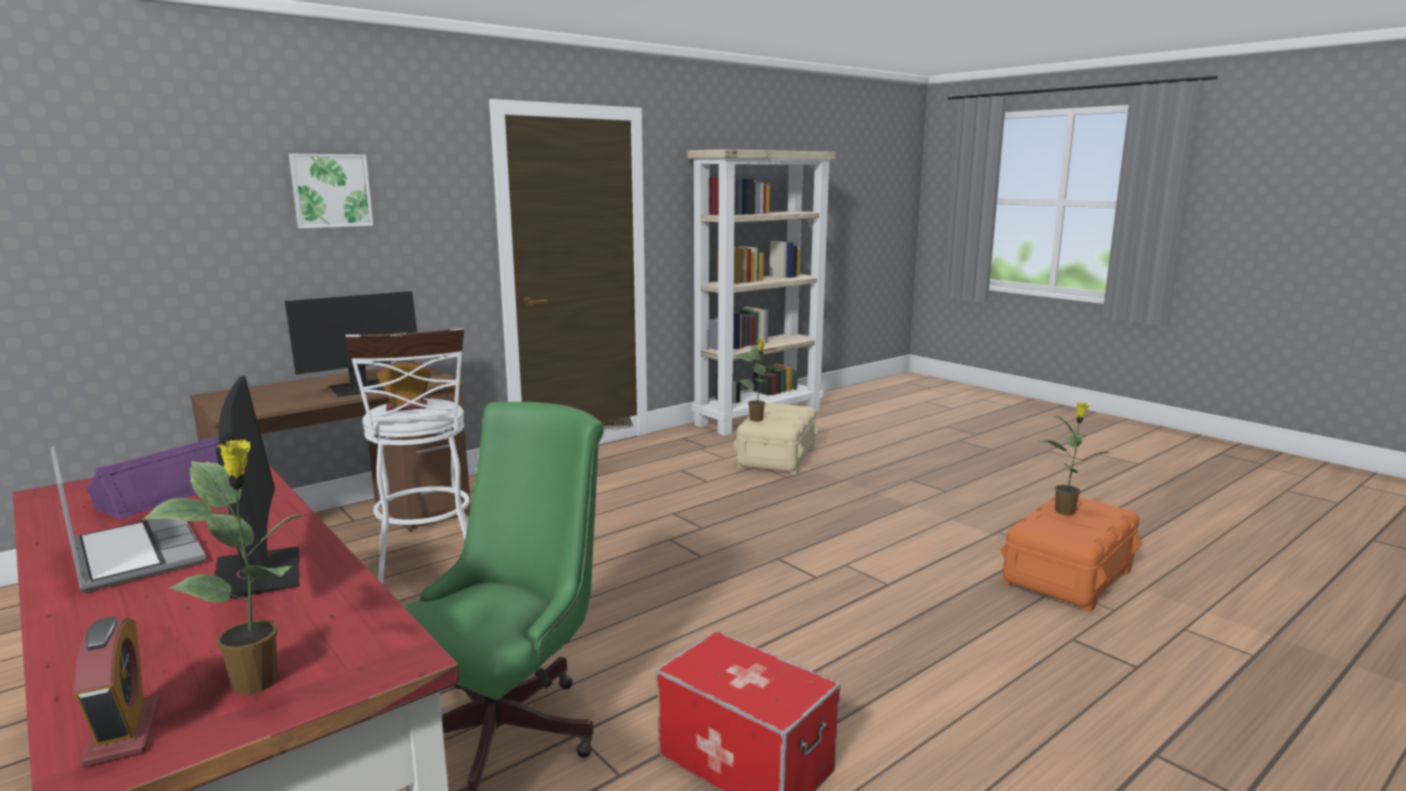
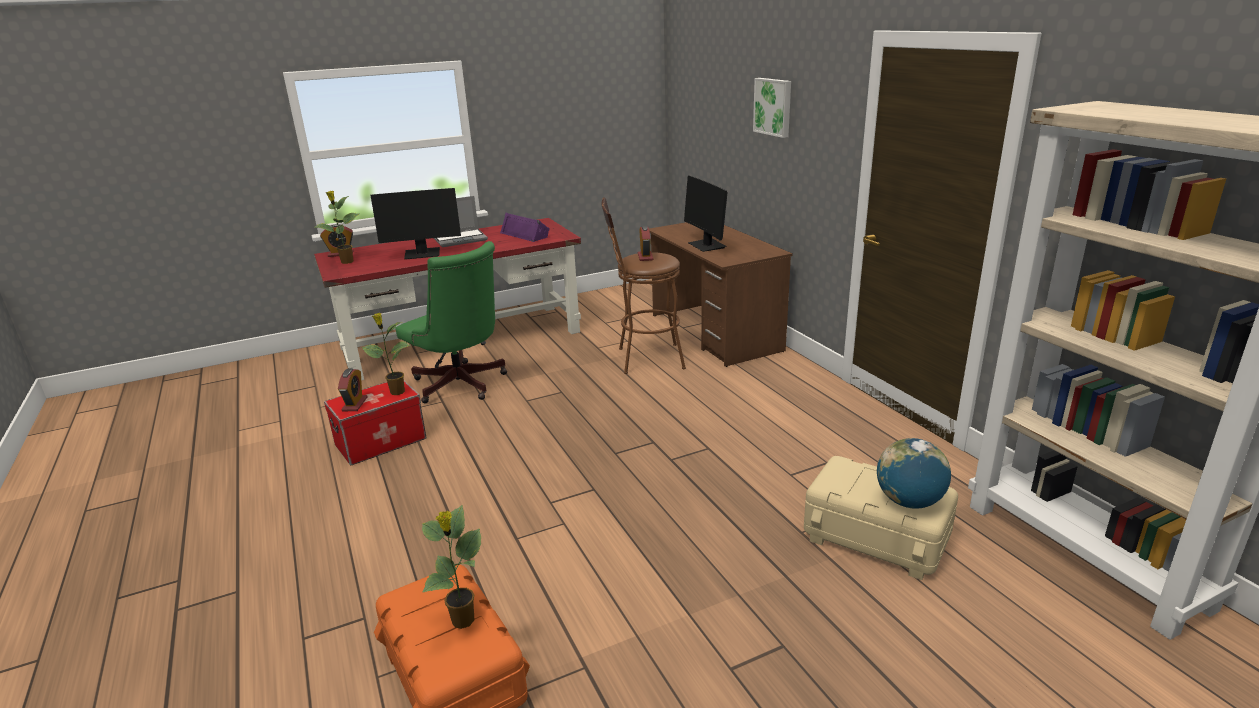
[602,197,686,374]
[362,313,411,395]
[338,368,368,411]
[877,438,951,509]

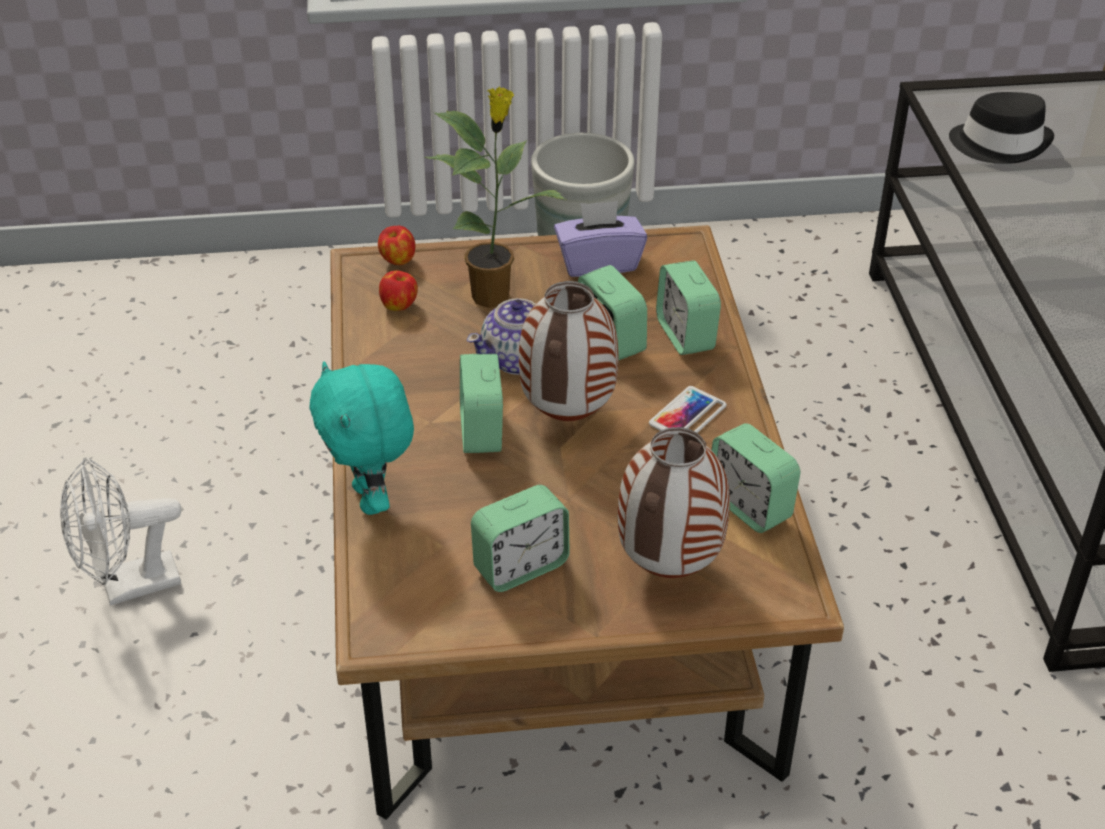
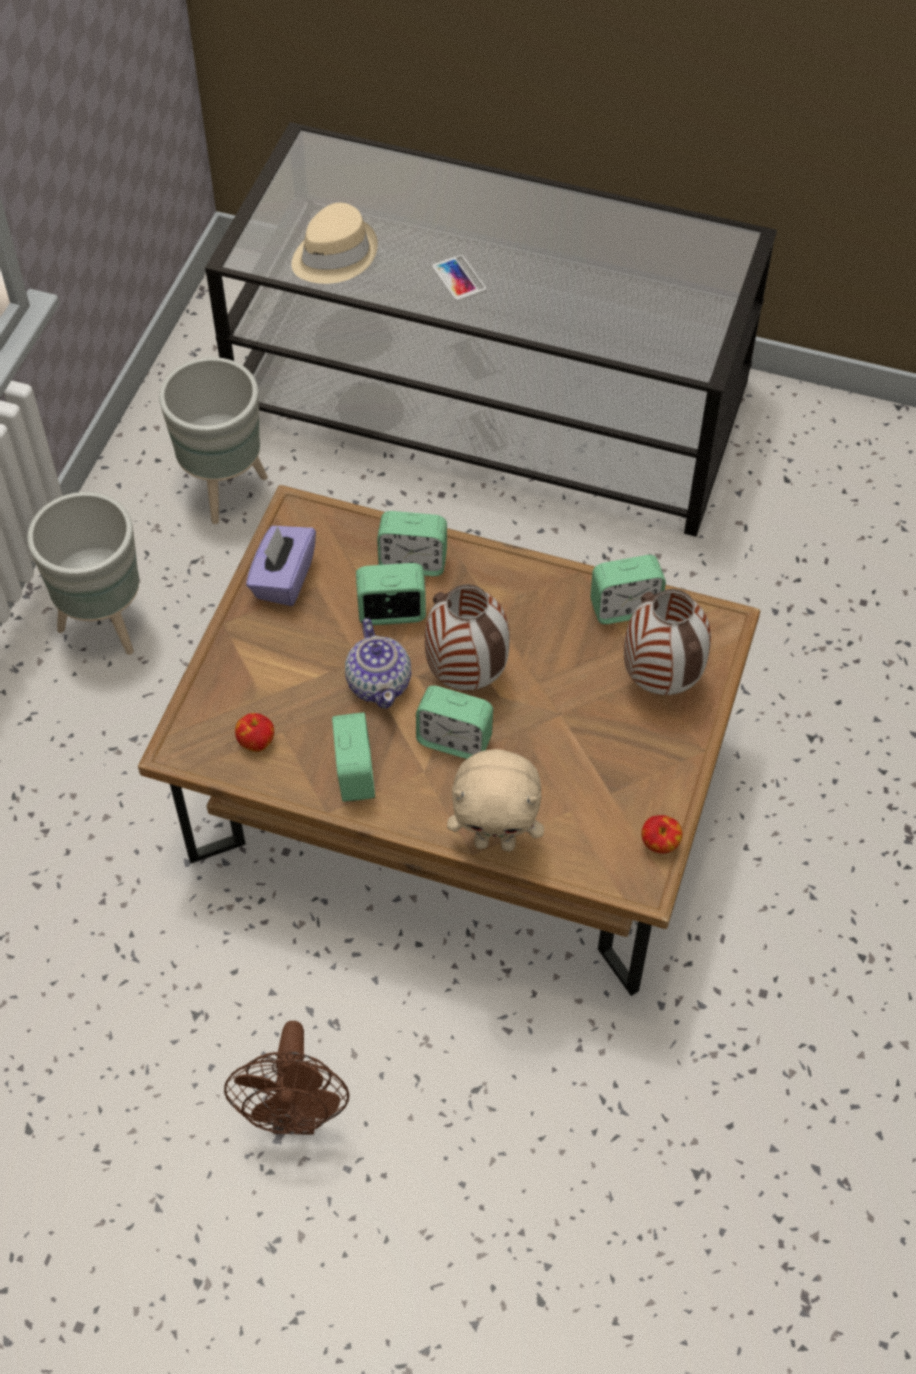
[424,87,567,308] (first image)
[292,203,378,284]
[641,815,683,853]
[447,749,544,852]
[432,255,486,301]
[224,1021,349,1135]
[332,712,375,802]
[159,357,268,524]

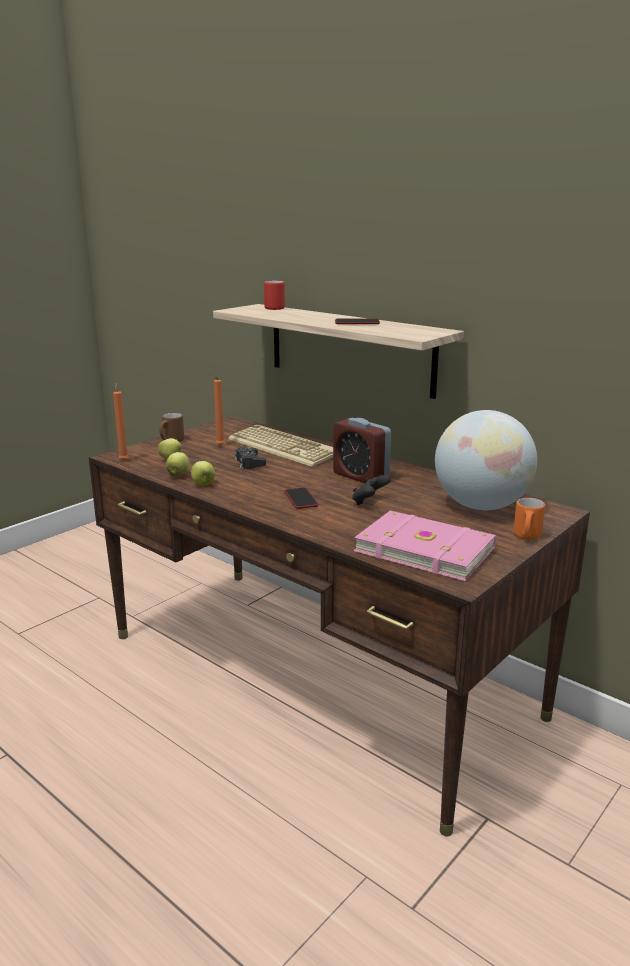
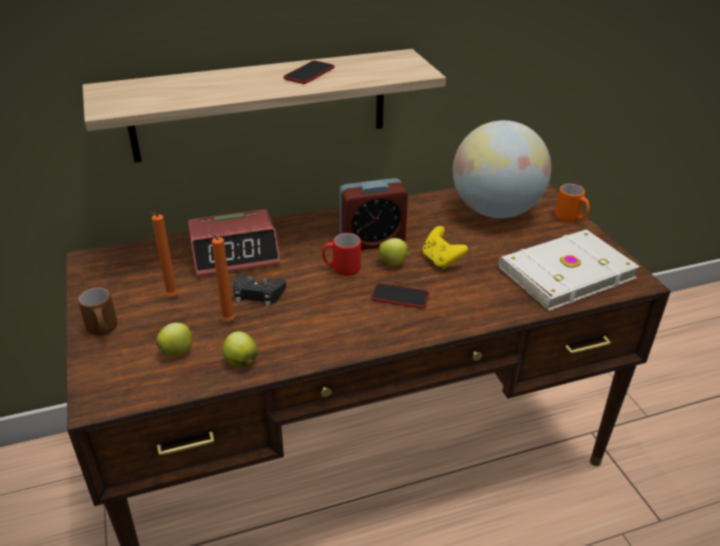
[322,233,361,276]
[205,228,235,321]
[188,209,280,277]
[379,238,411,266]
[423,226,468,270]
[499,229,640,311]

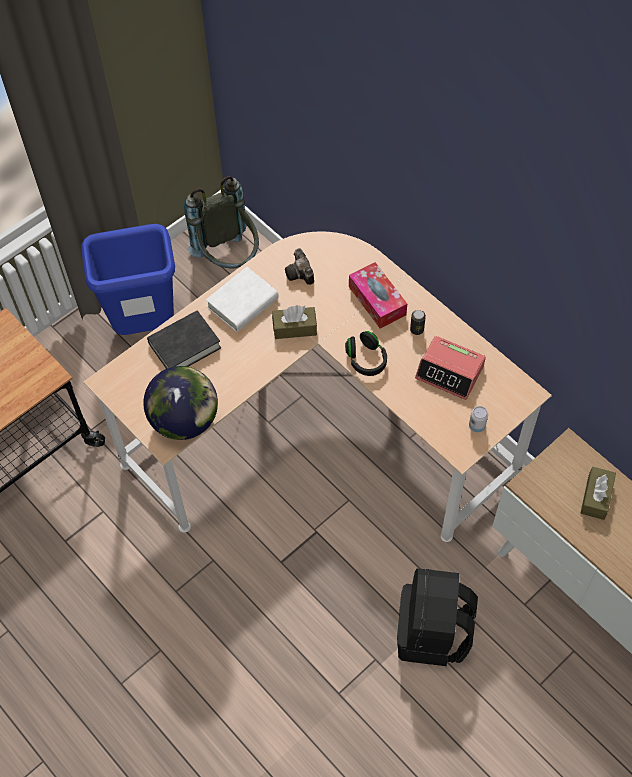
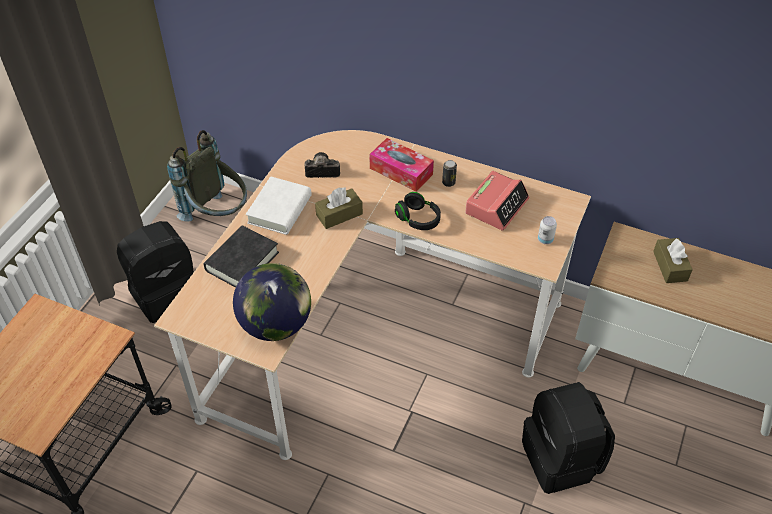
[117,221,194,323]
[305,152,340,178]
[465,171,529,231]

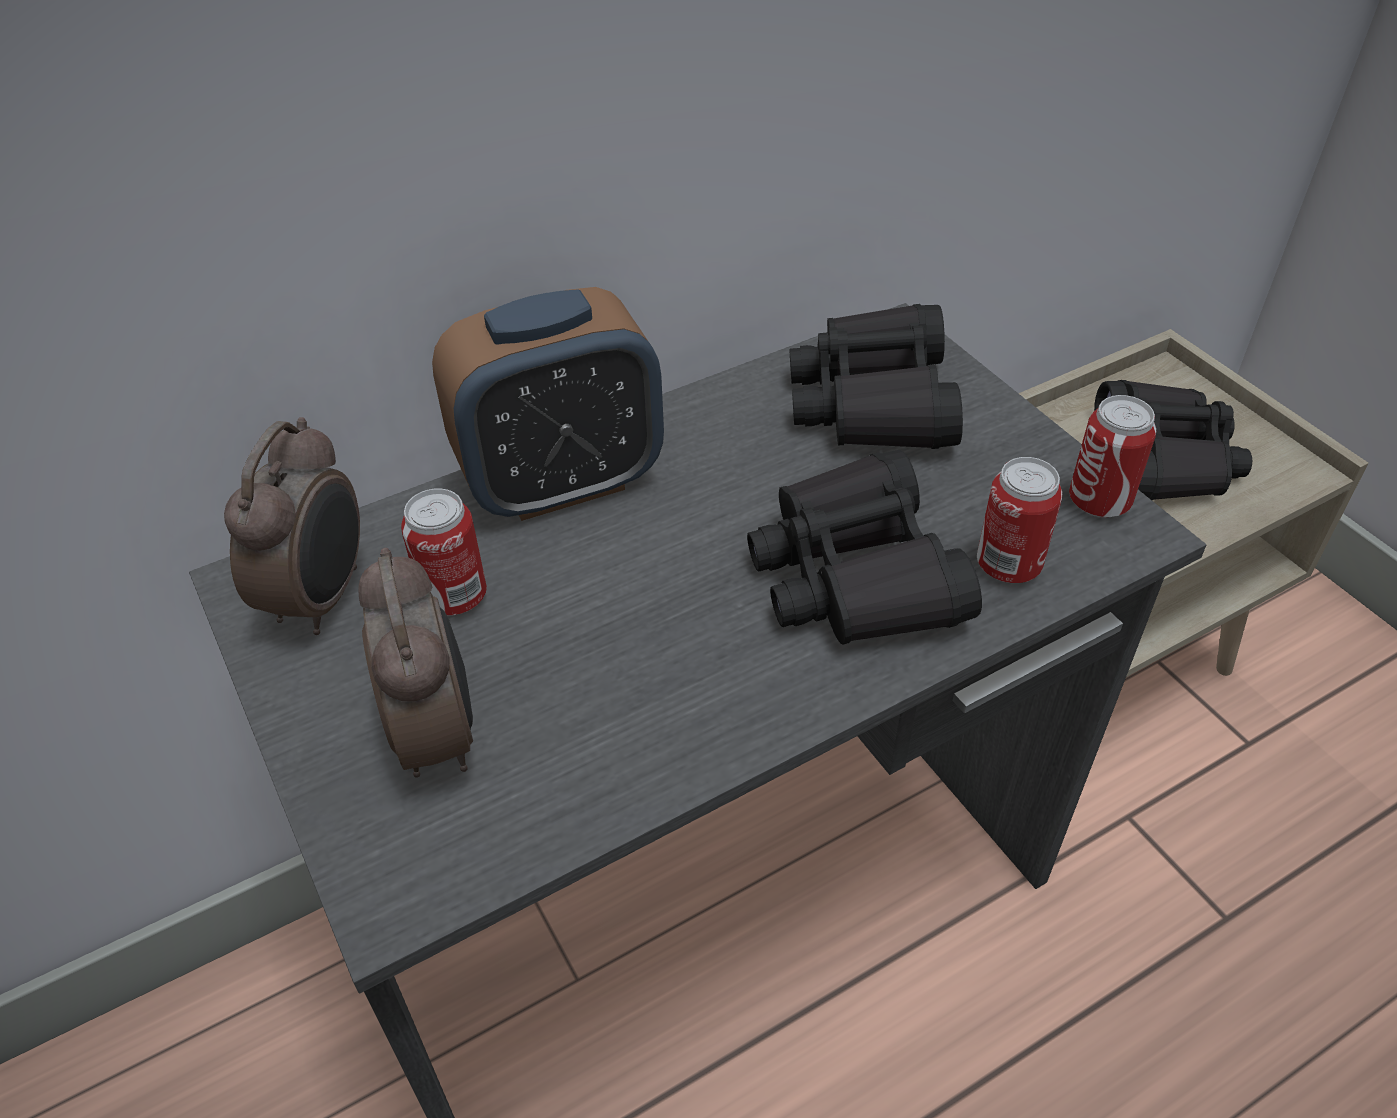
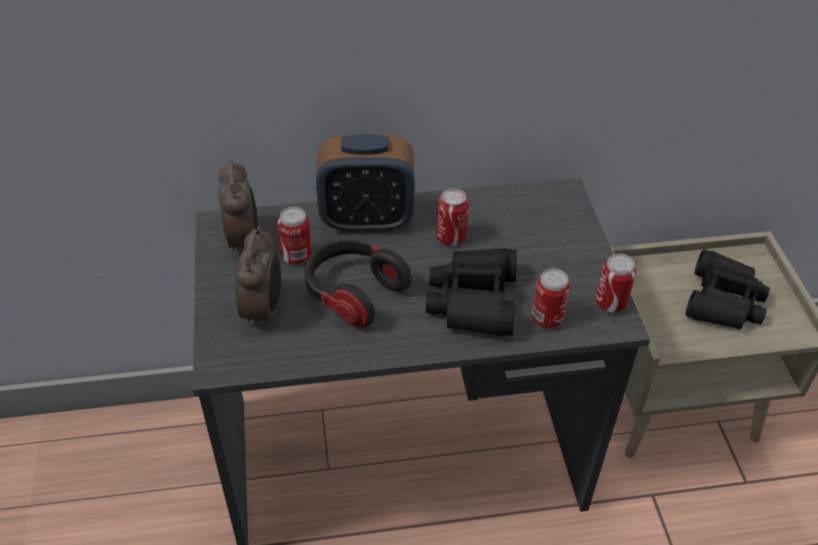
[789,304,963,449] (first image)
[219,159,258,253]
[436,188,469,246]
[305,239,412,327]

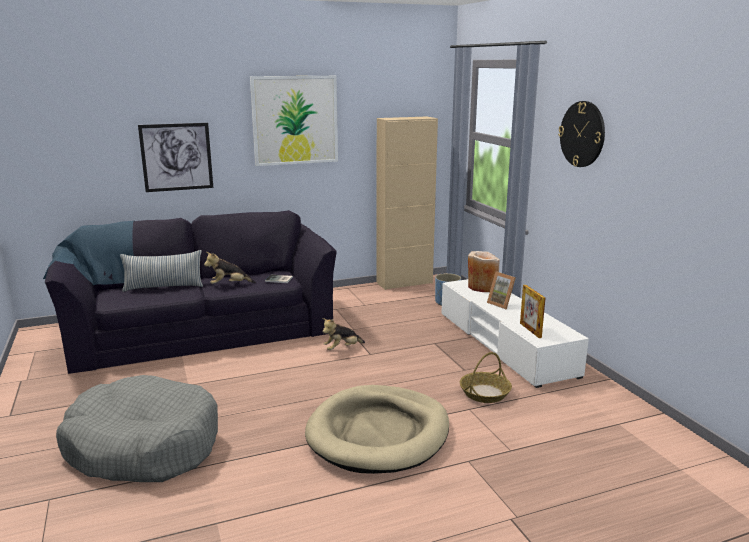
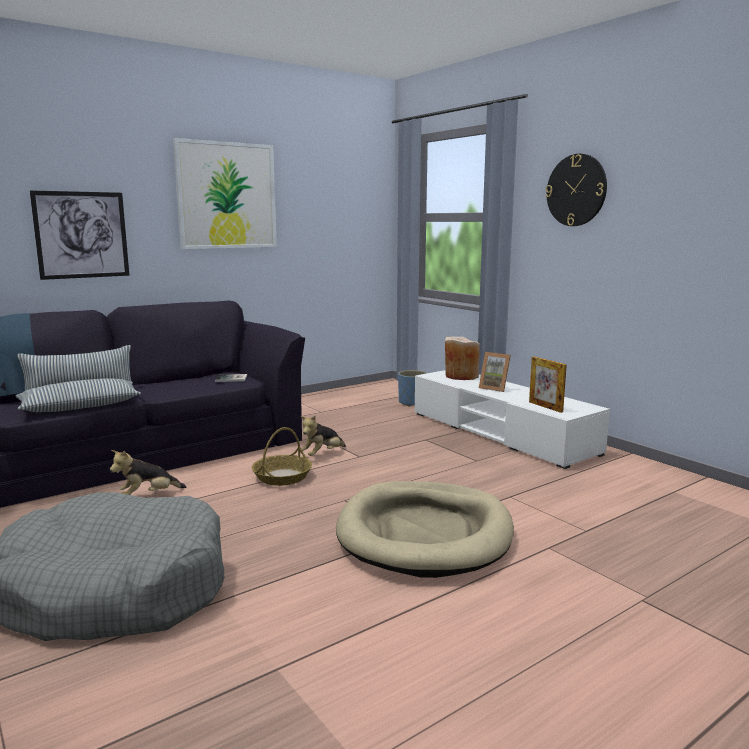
[376,116,438,290] (first image)
[110,450,186,495]
[252,427,312,486]
[16,378,141,412]

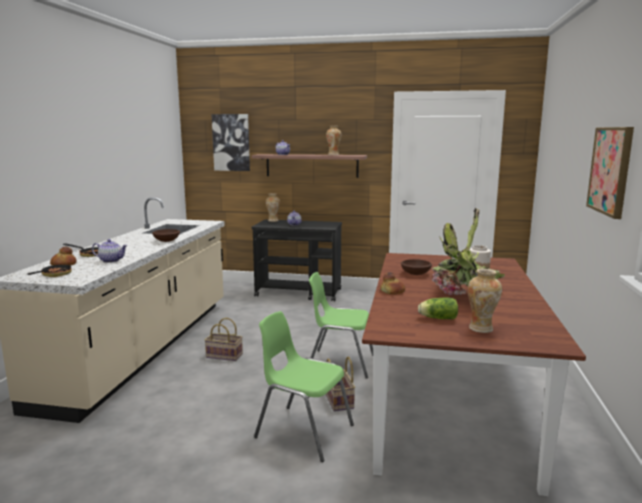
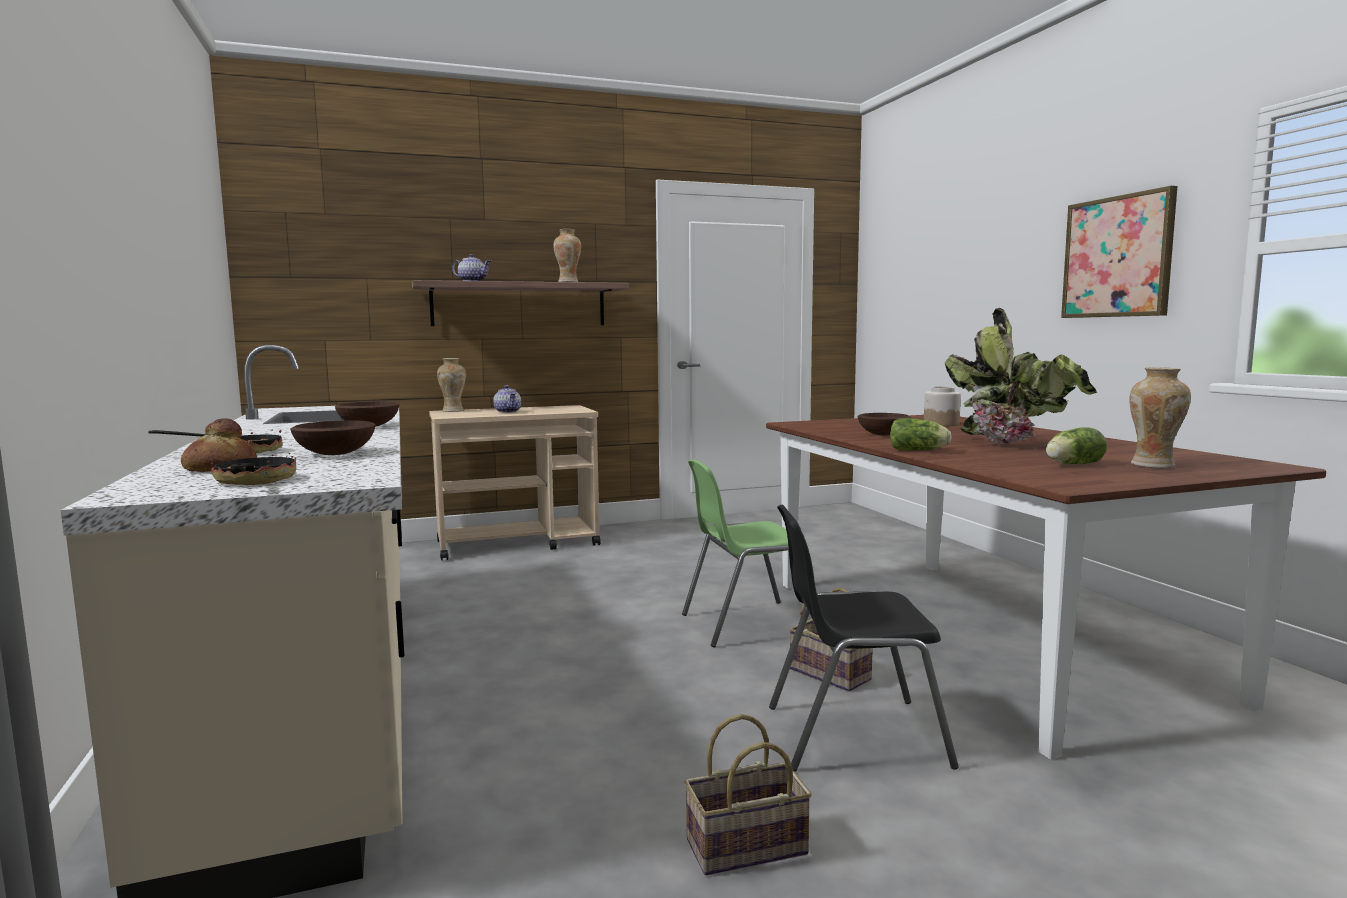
[212,114,250,171] (first image)
[429,405,601,561]
[290,420,376,455]
[890,418,952,451]
[769,505,959,772]
[684,714,812,876]

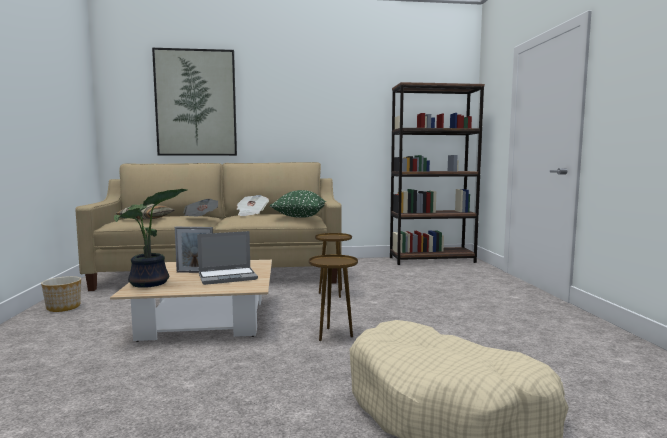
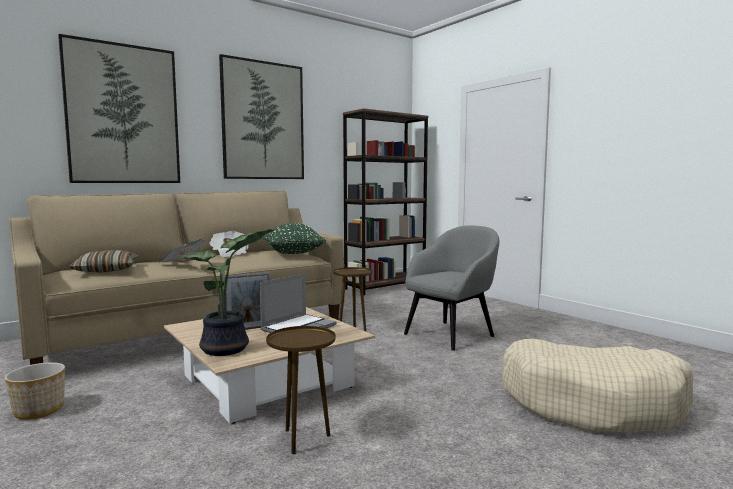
[266,326,336,454]
[219,54,304,179]
[404,225,499,351]

